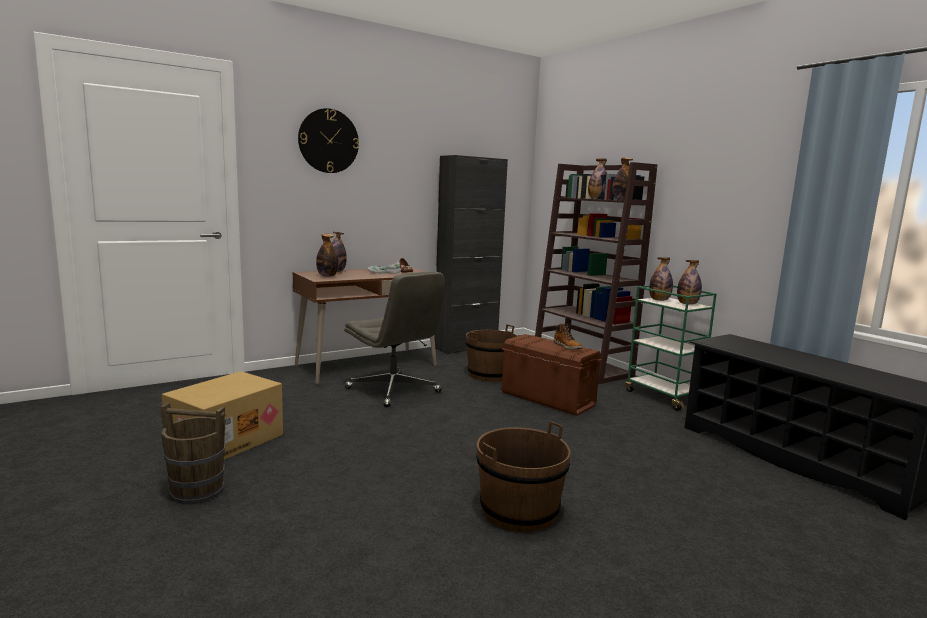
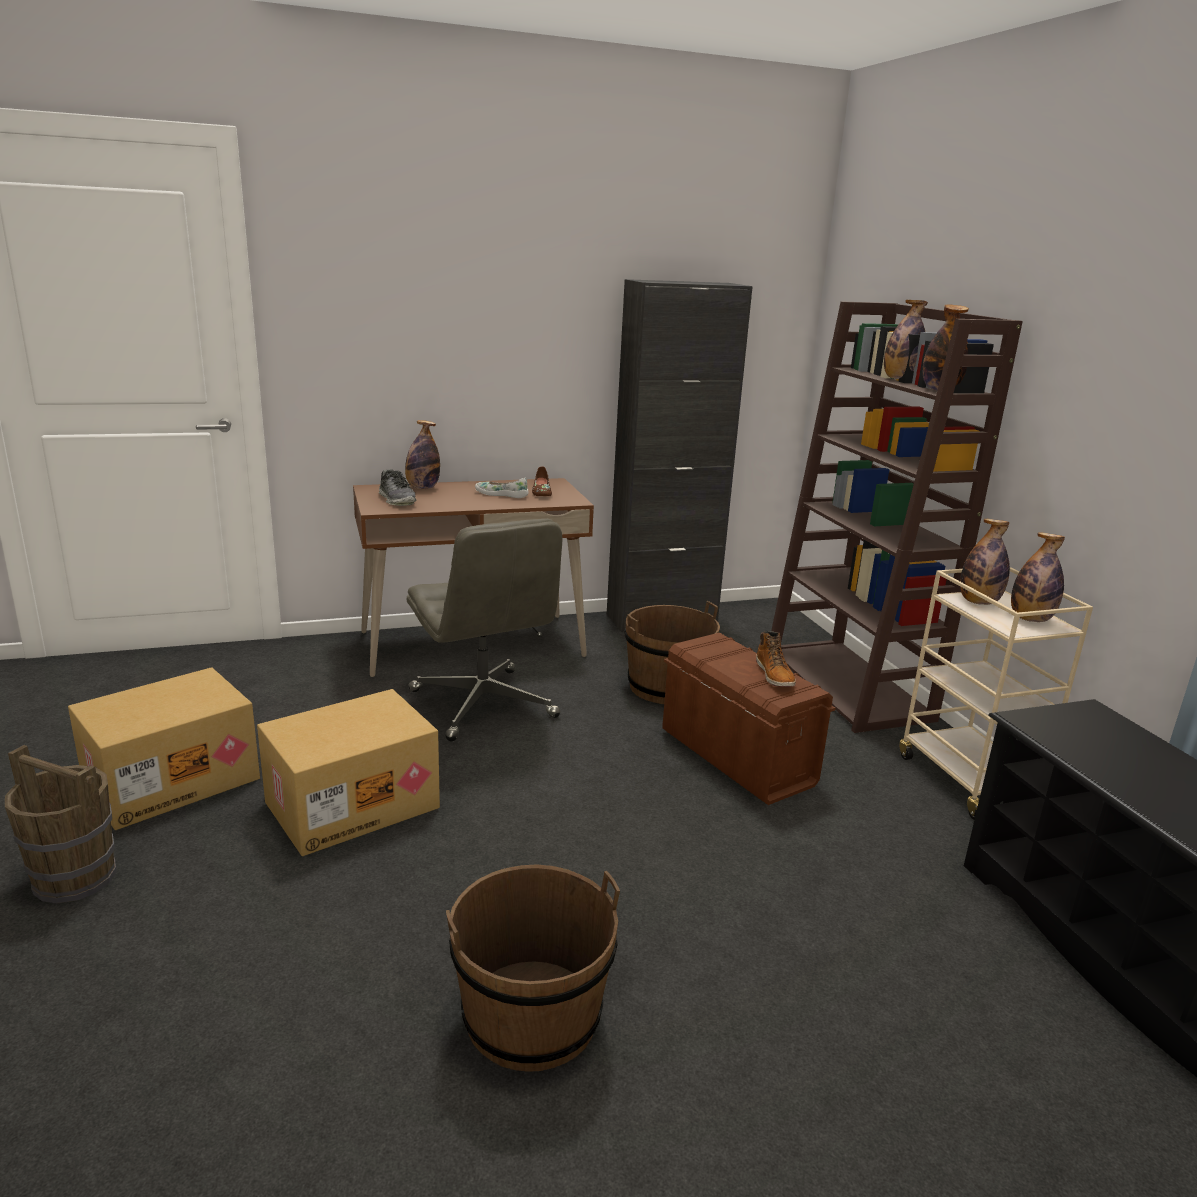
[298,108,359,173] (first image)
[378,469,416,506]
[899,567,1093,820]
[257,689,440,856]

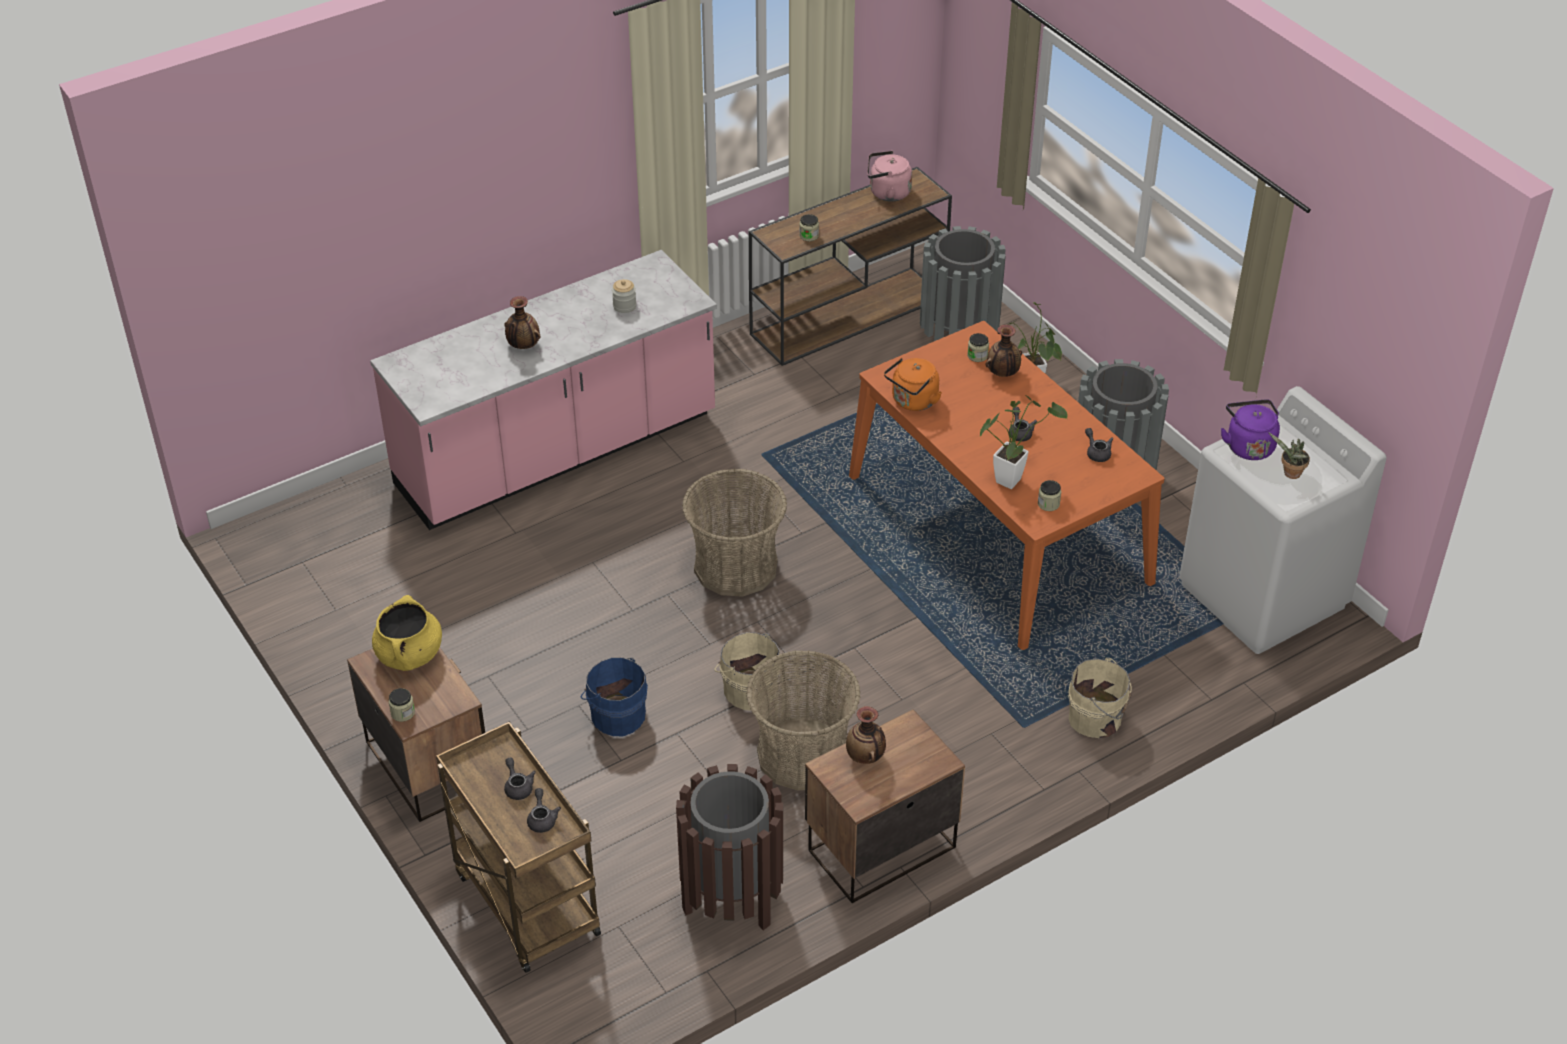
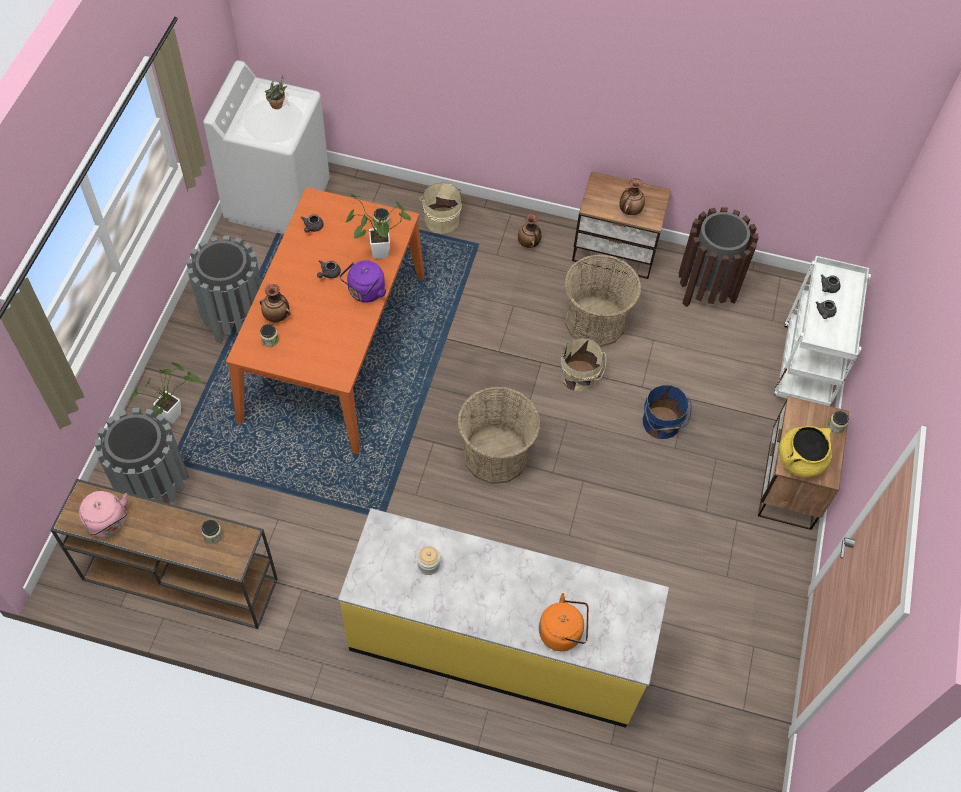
[338,508,669,728]
[518,214,541,248]
[539,593,589,651]
[340,260,387,302]
[774,256,871,406]

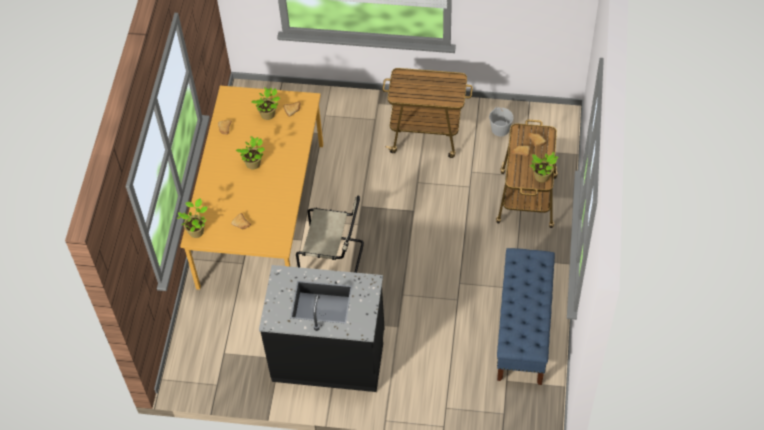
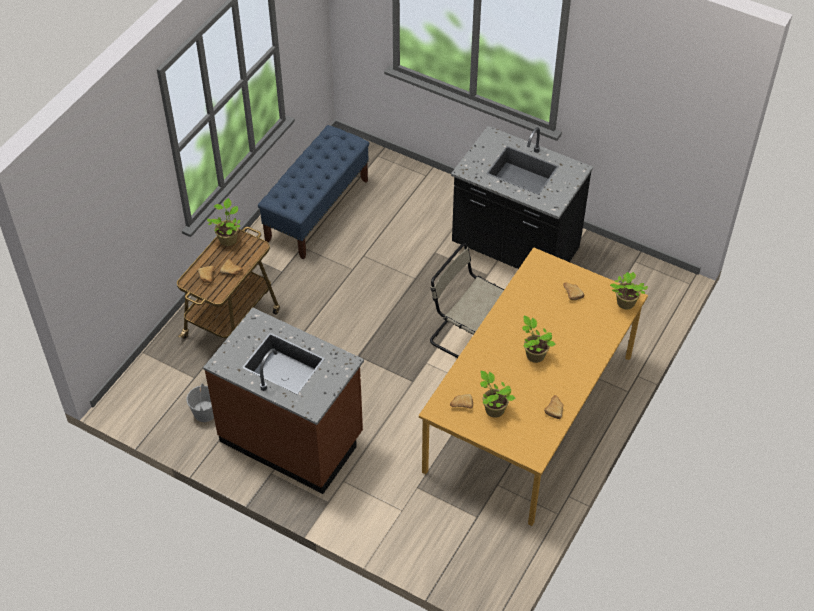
[203,308,364,494]

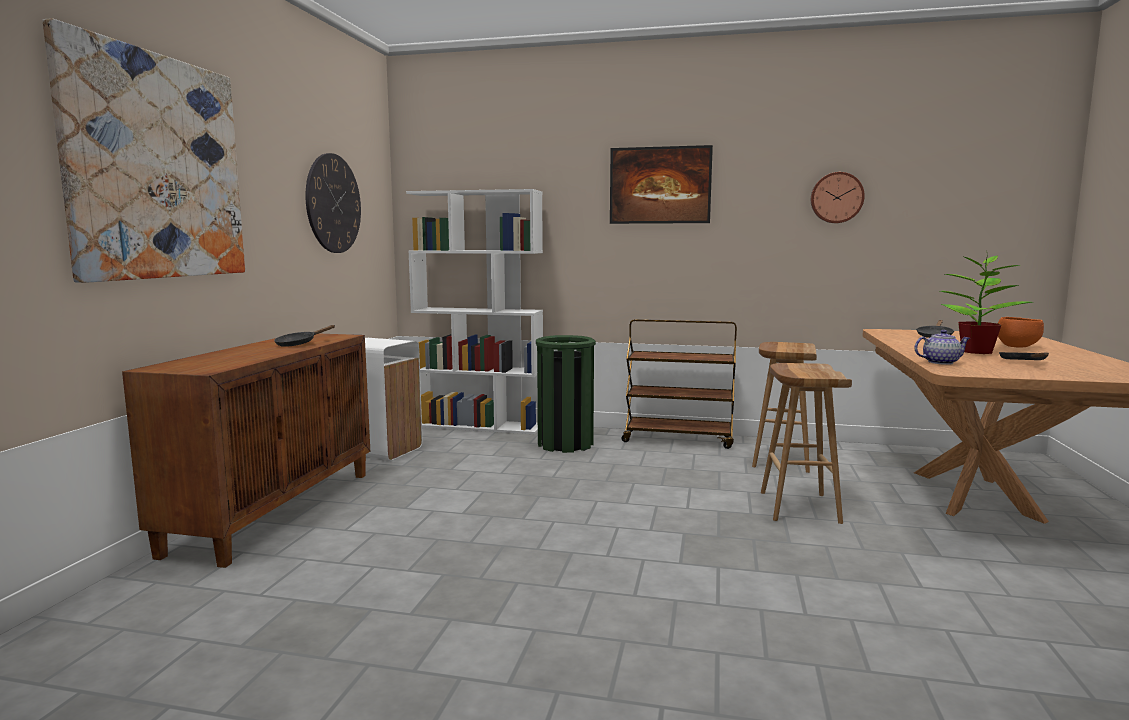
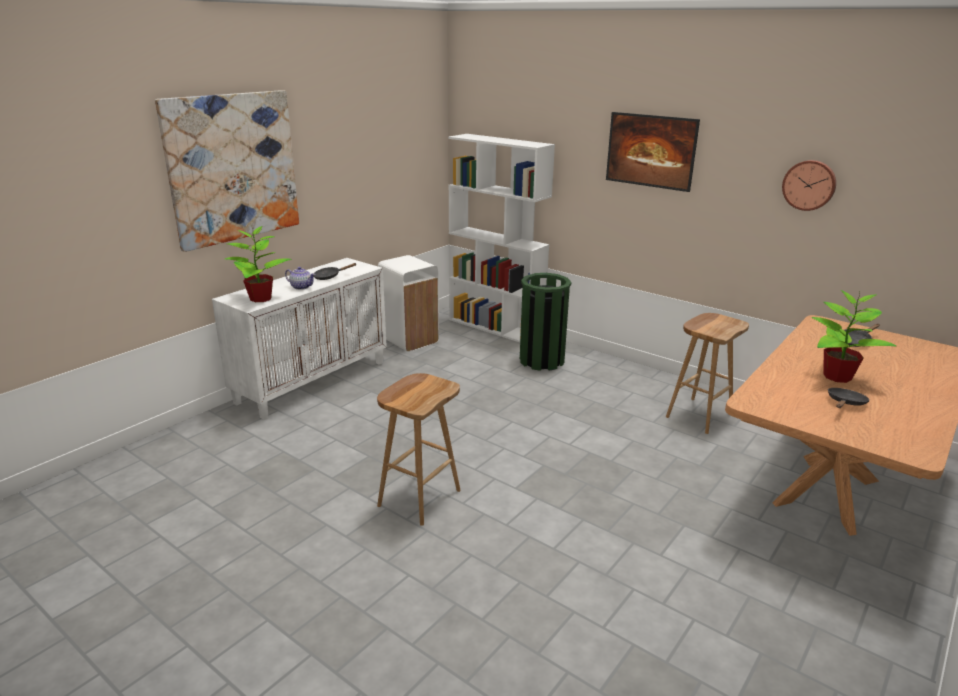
[306,153,361,253] (first image)
[998,317,1044,347] (first image)
[621,319,737,449] (first image)
[285,267,316,290]
[212,258,387,420]
[377,373,461,526]
[225,226,291,302]

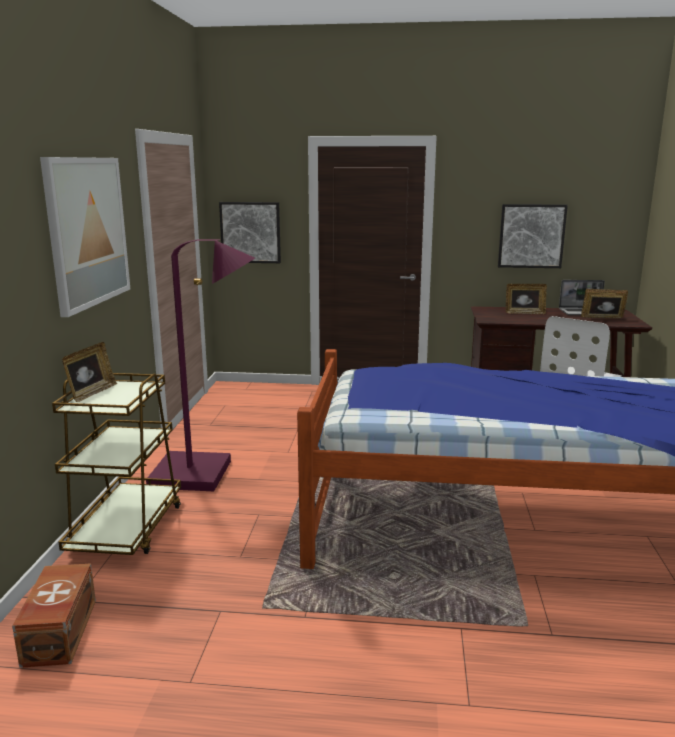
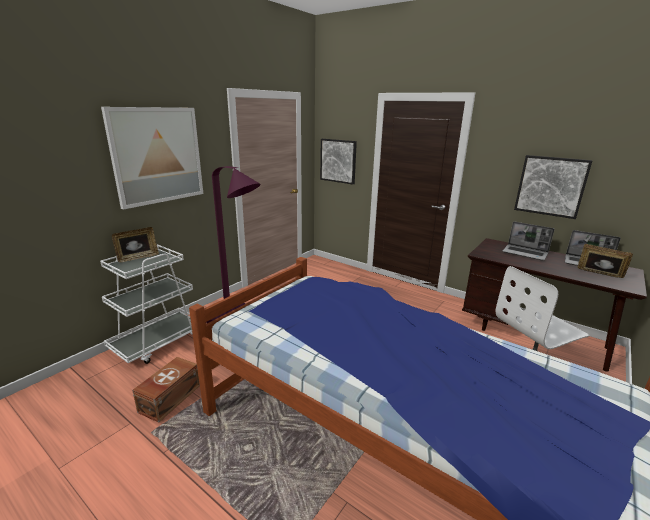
[502,221,555,261]
[100,244,193,364]
[132,357,200,422]

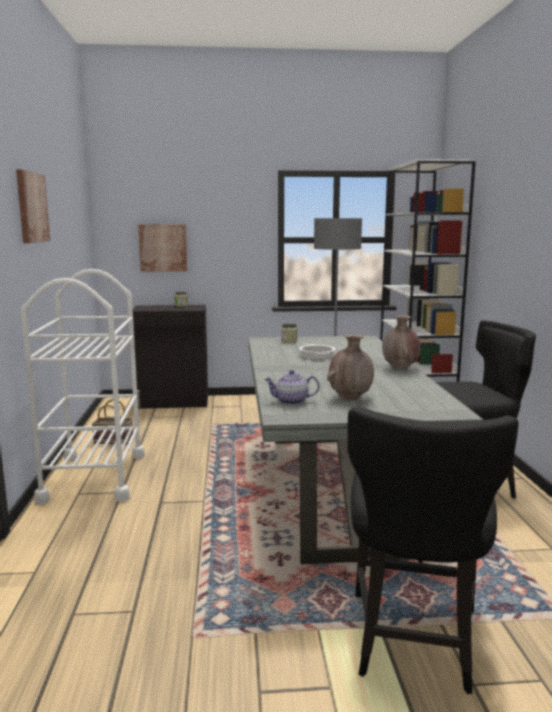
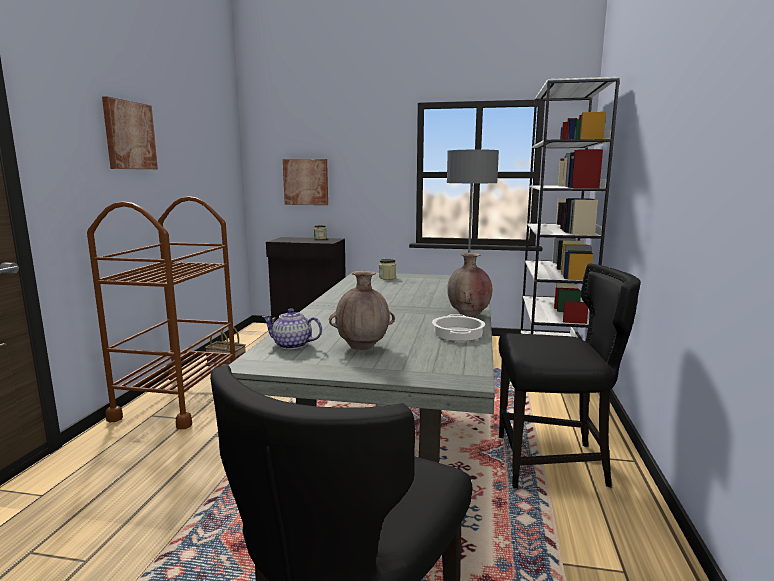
[87,196,236,429]
[432,314,485,341]

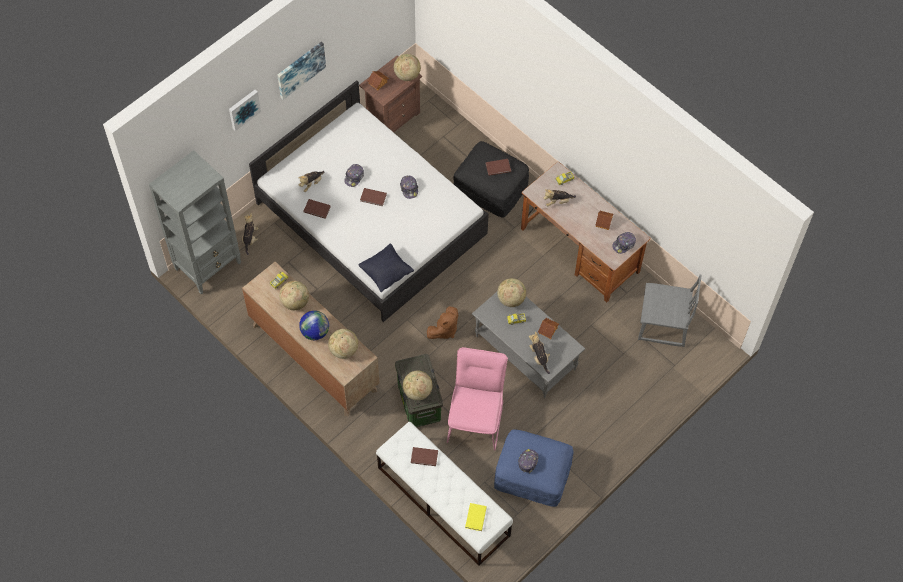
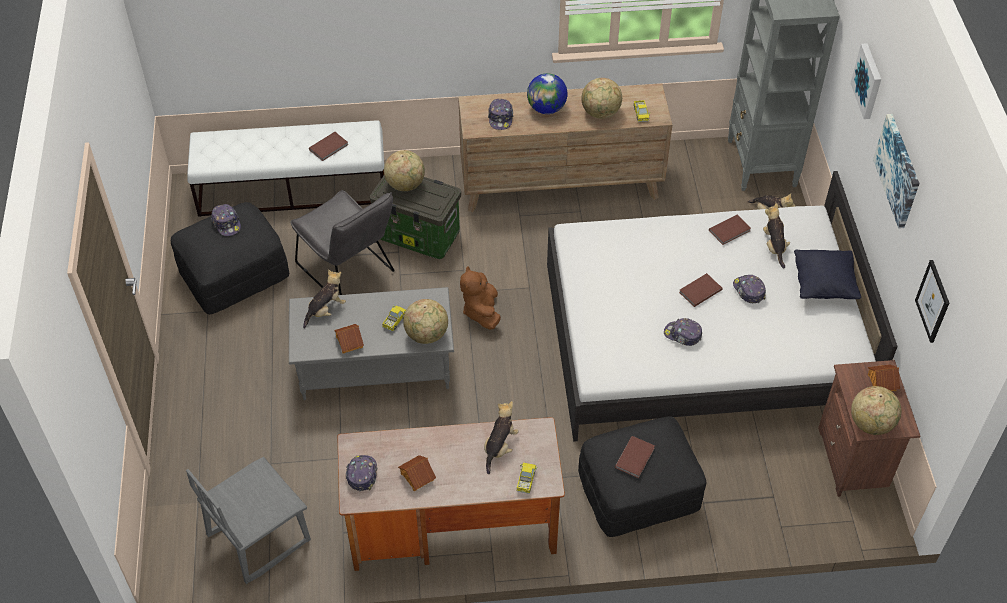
[794,250,861,299]
[488,99,514,130]
[303,270,346,328]
[290,190,395,295]
[171,202,289,314]
[465,503,487,531] (first image)
[915,260,949,343]

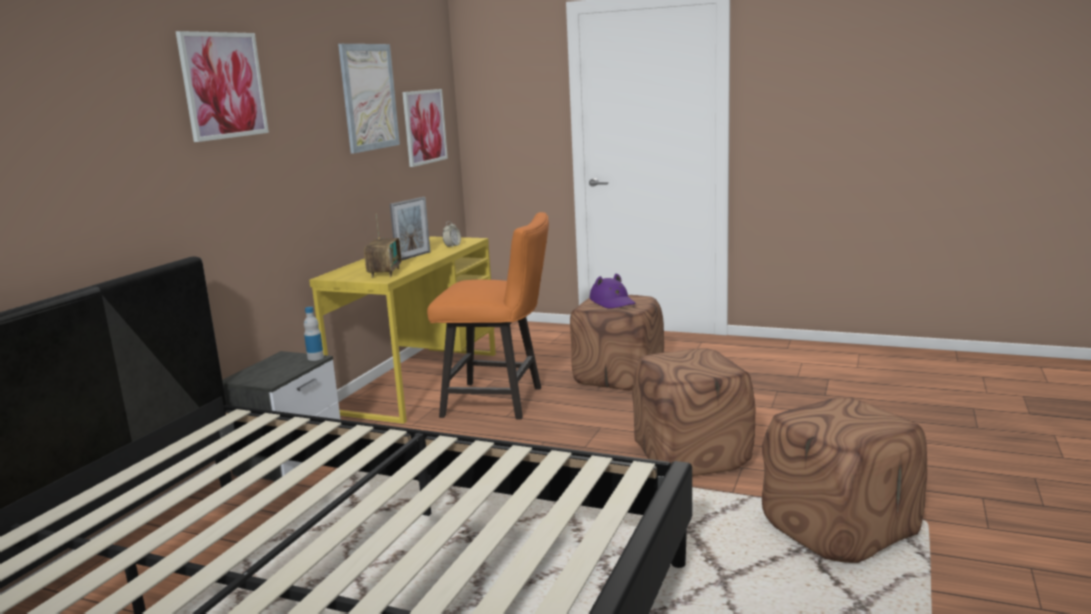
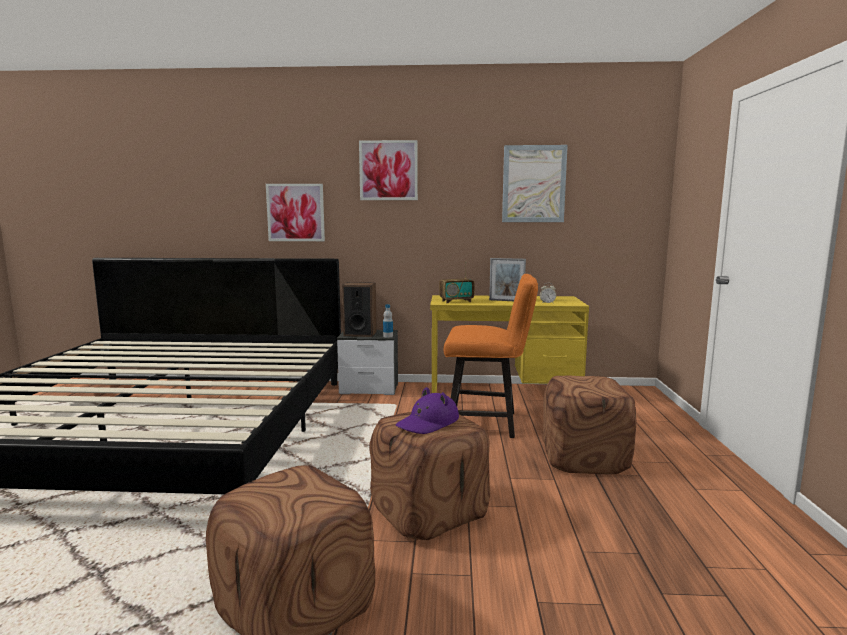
[266,184,325,241]
[444,274,538,438]
[396,387,459,434]
[342,282,377,337]

